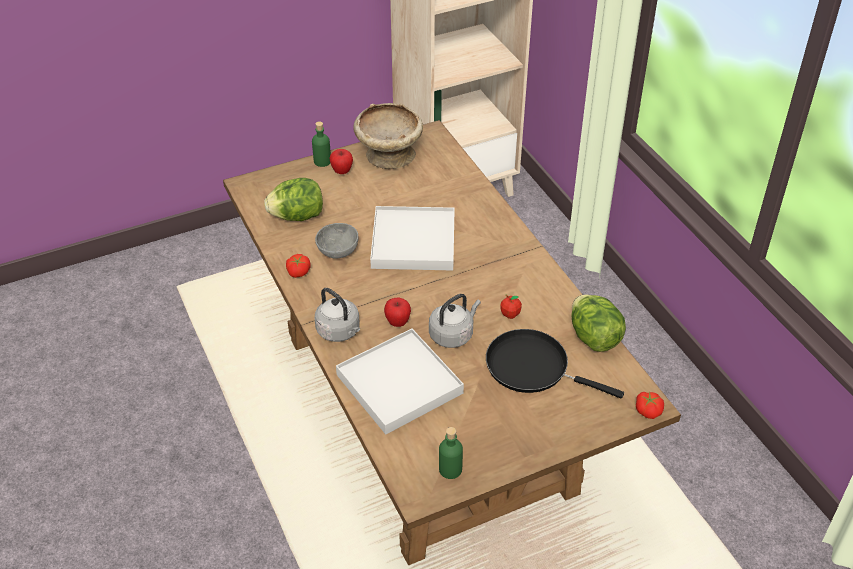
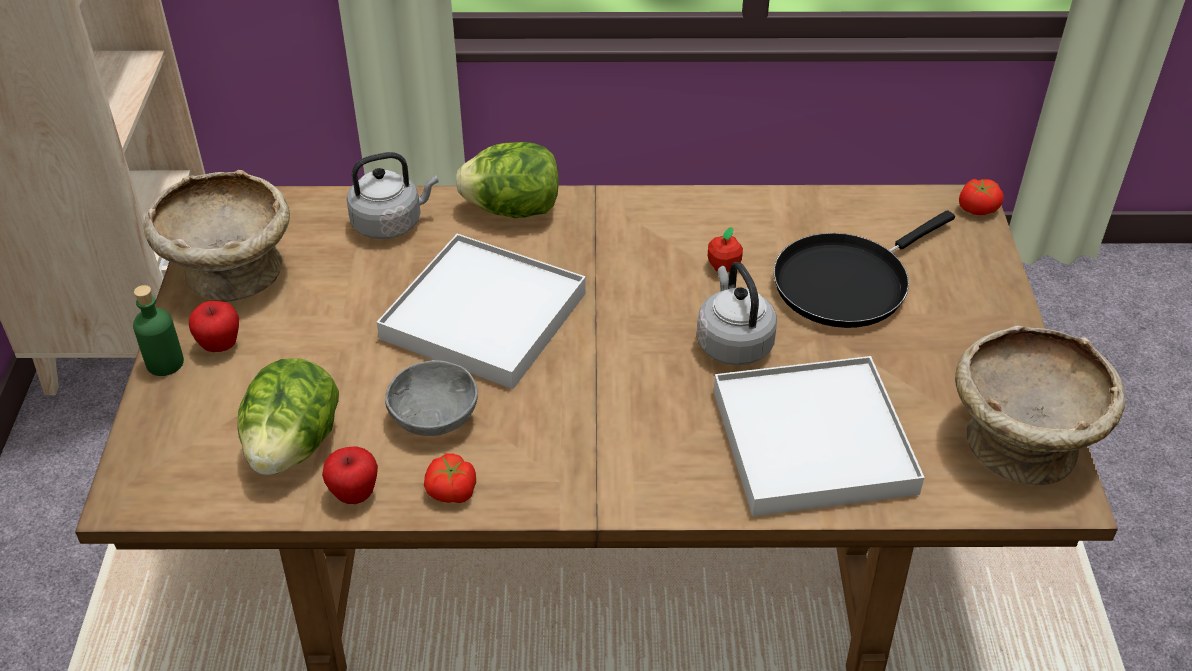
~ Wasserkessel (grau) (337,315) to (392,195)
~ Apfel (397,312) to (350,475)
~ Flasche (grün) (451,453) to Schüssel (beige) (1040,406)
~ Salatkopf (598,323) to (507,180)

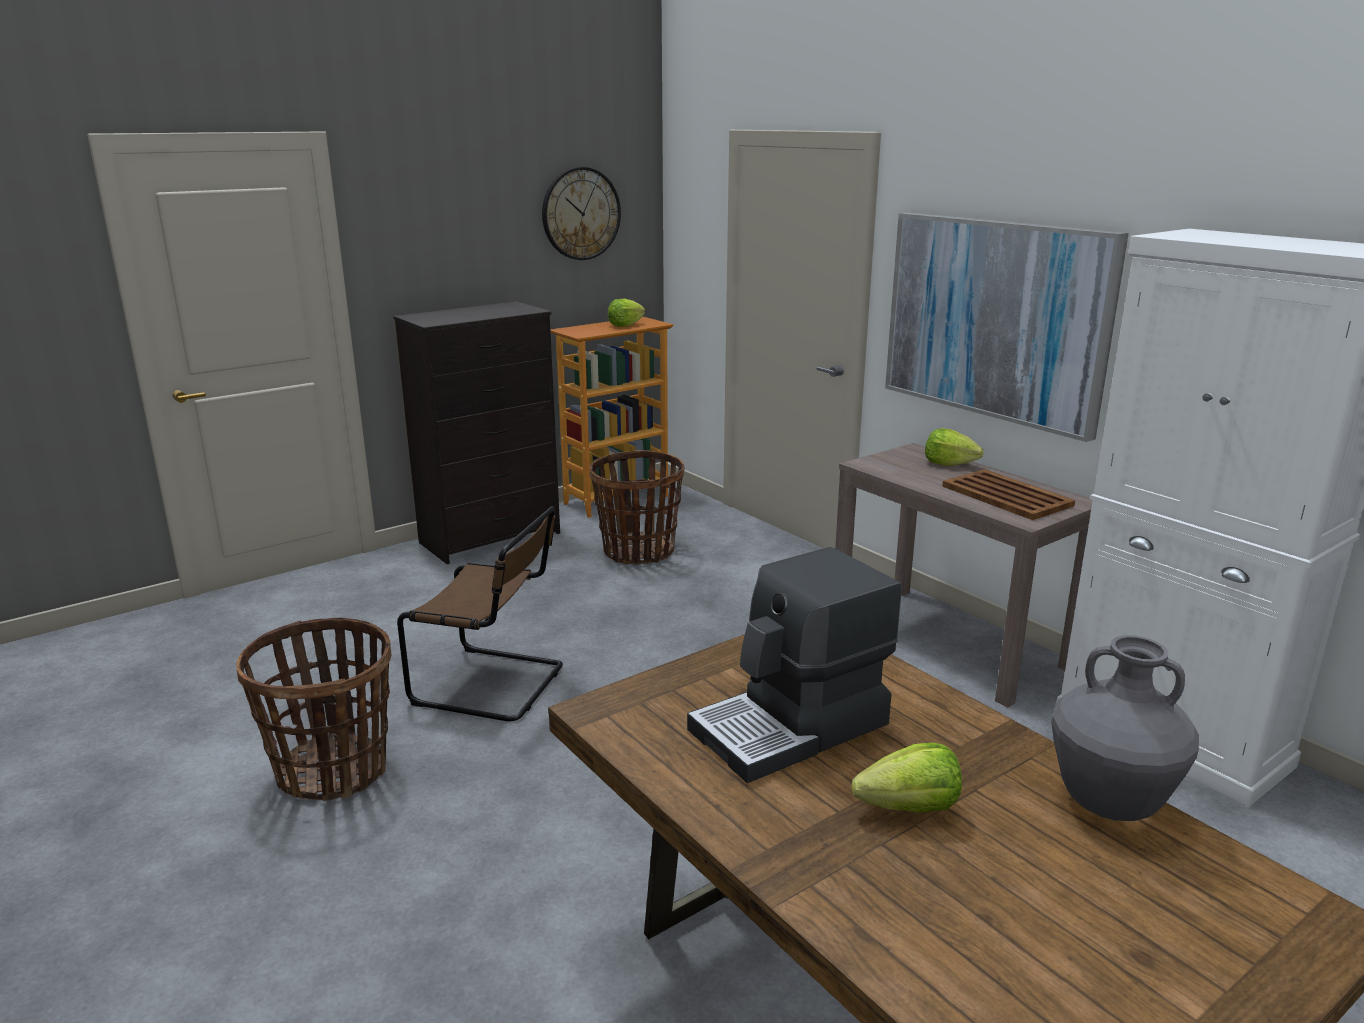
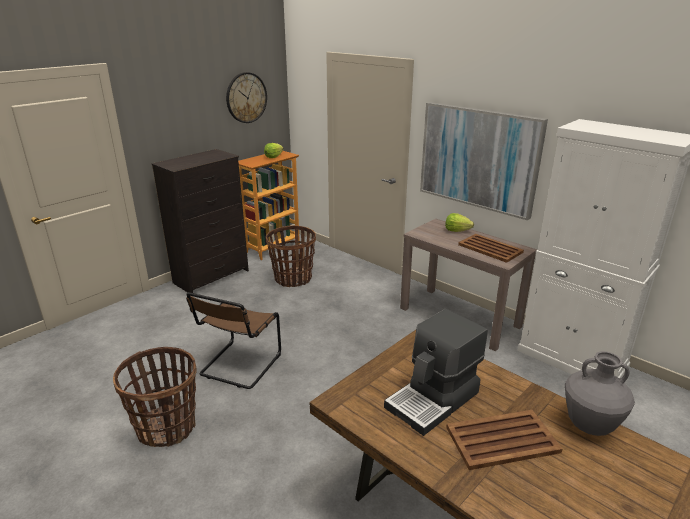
~ Stuhl (braun) (480,613) = (233,340) 105 degrees clockwise
~ Salatkopf (907,777) to Tablett (braun) (504,440)

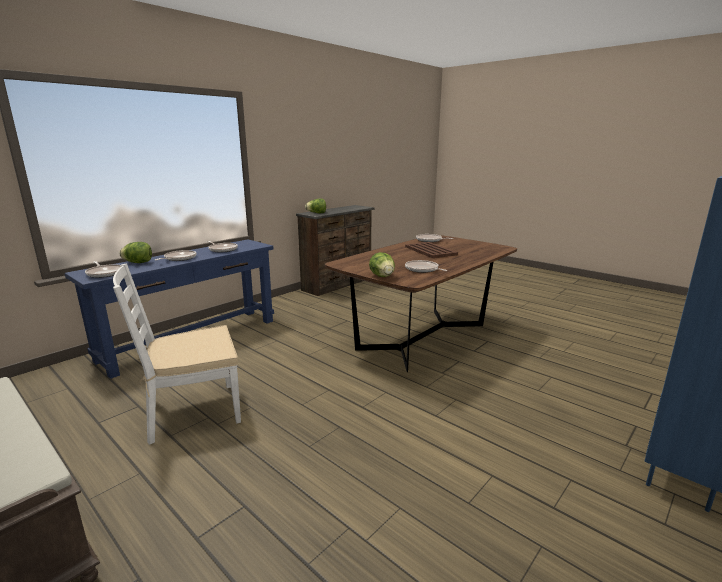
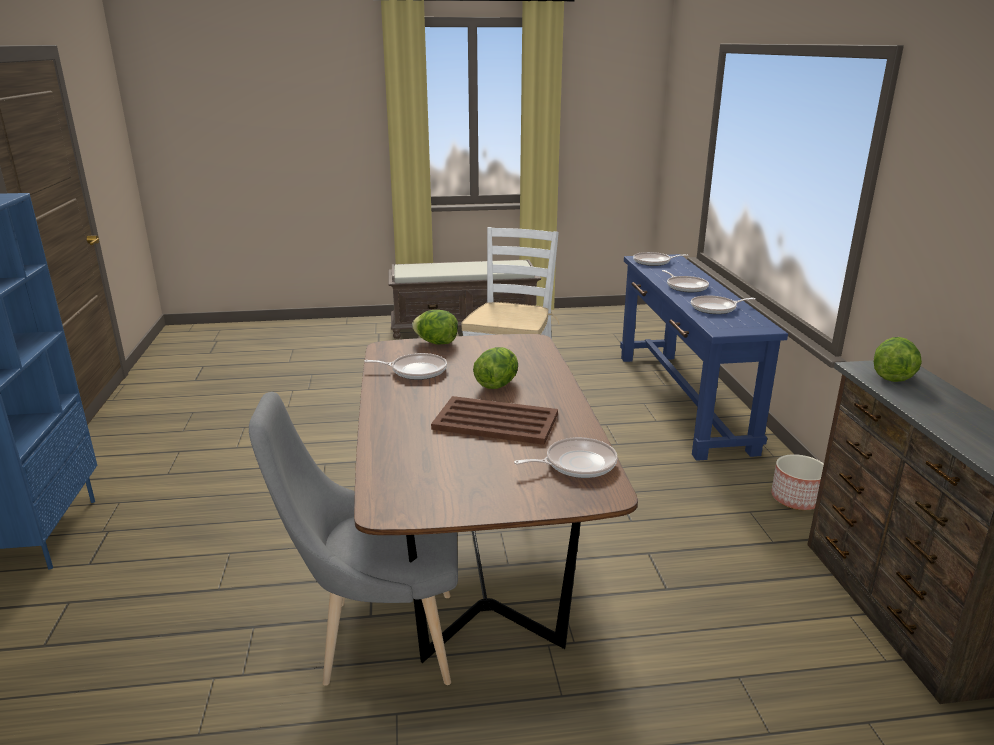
~ Salatkopf (135,252) to (495,368)
+ Stuhl (grau) (353,539)
+ Pflanzkübel (797,482)

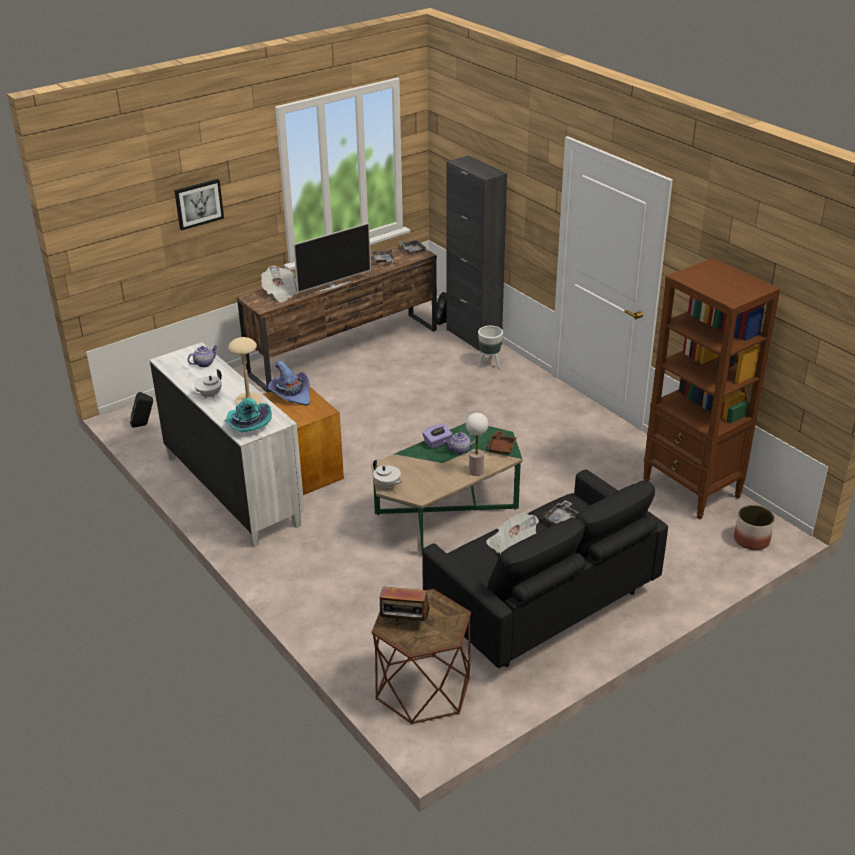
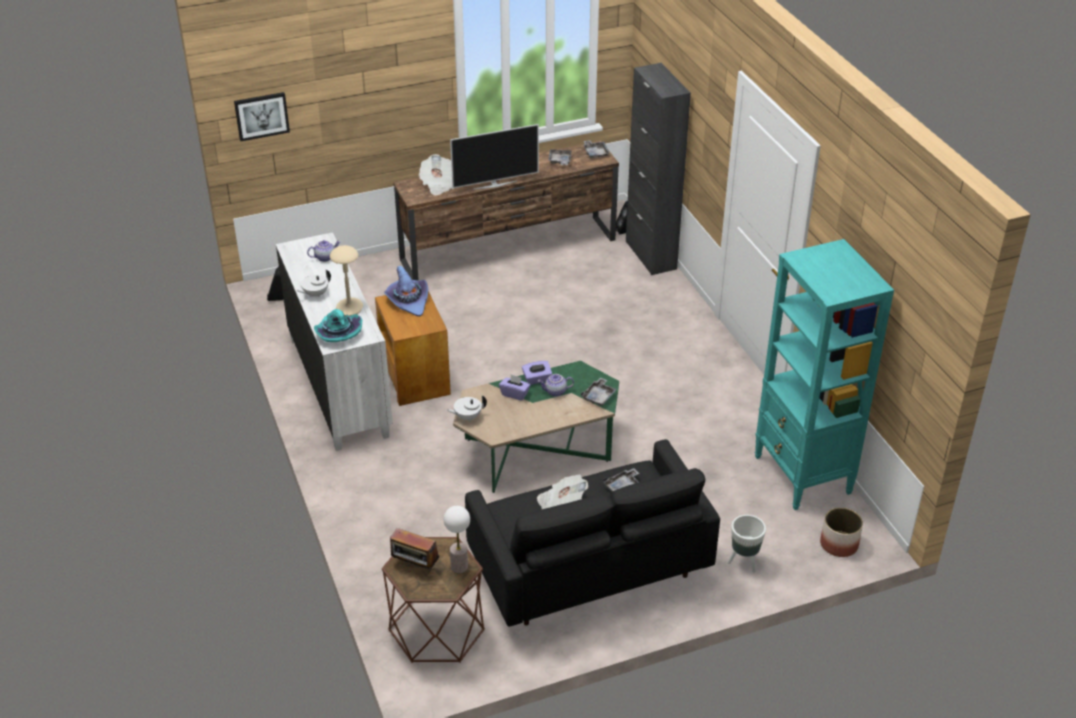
~ Bild (199,204) to (262,116)
~ Teekanne (weiß) (387,473) = (467,408) 105 degrees clockwise
~ Tischlampe (477,444) to (457,539)
~ Pflanzkübel (weiß) (490,347) to (747,544)
~ Tablett (braun) (502,442) to Tablett (grau) (599,391)
~ Bücherregal (braun) (711,388) to Bücherregal (türkis) (824,374)
+ Taschentuchbox (lila) (515,388)

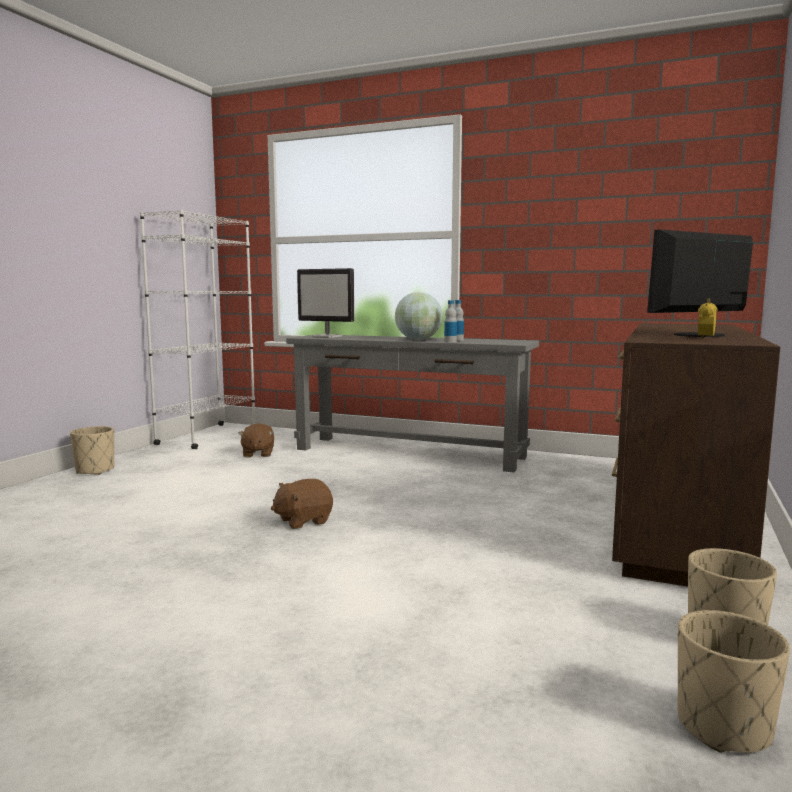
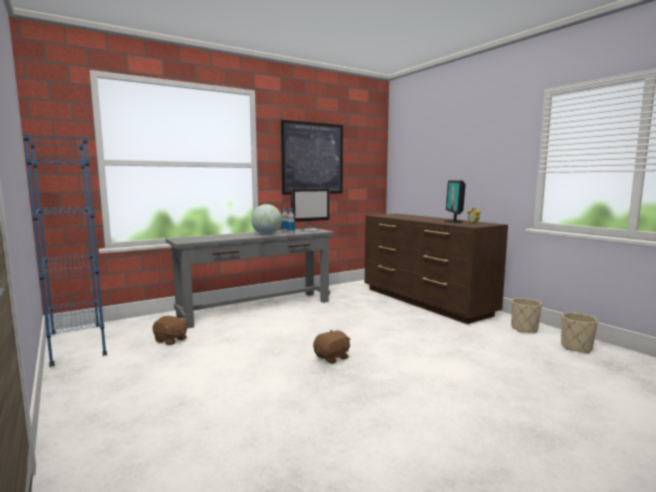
- Pflanzkübel (beige) (92,450)
~ Bücherregal (weiß) (197,329) to Bücherregal (blau) (65,250)
~ Plüschtier (braun) (302,504) = (331,347) 135 degrees counterclockwise
~ Monitor (325,303) to (310,210)
+ Bild (312,157)

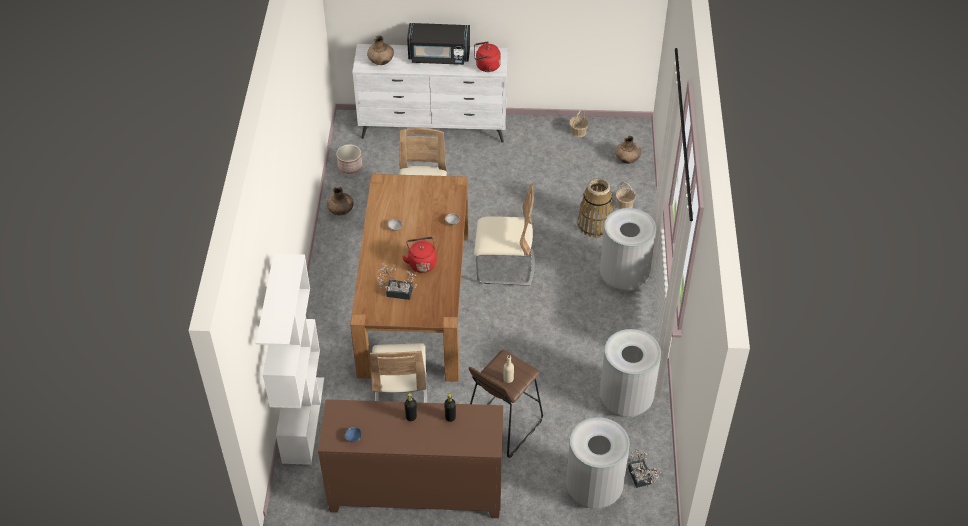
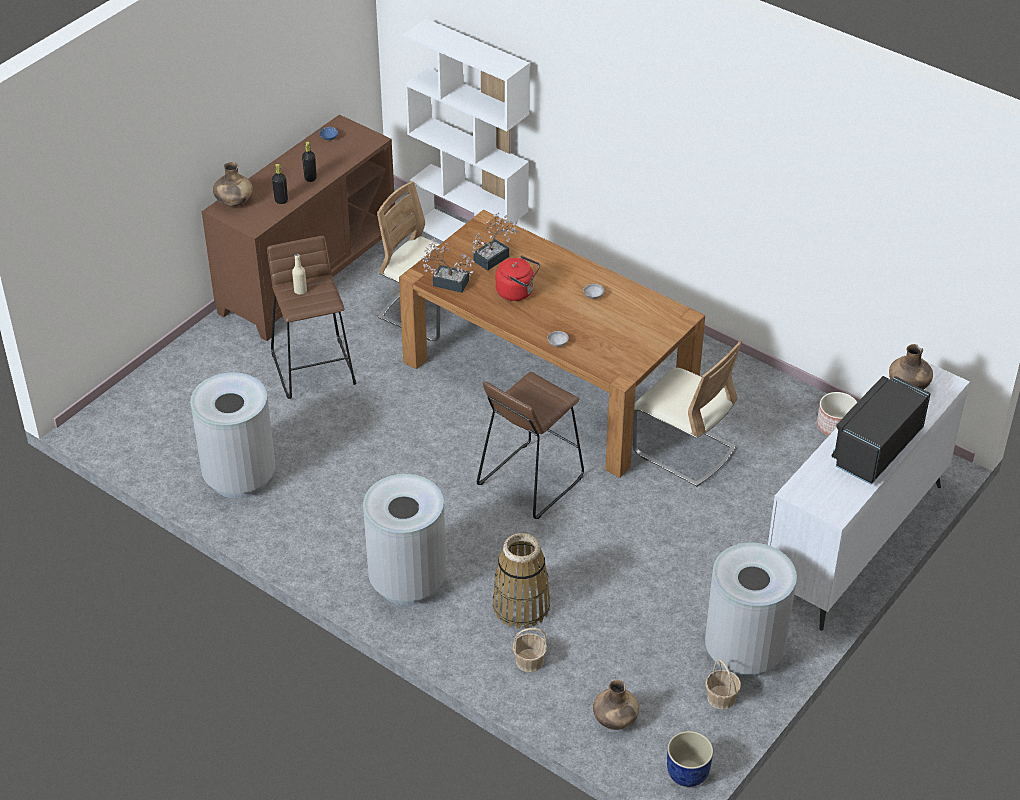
~ Vase (braun) (340,201) to (233,184)
- Wasserkessel (rot) (487,56)
~ Stuhl (beige) (504,234) to Hocker (braun) (530,445)
~ Mülleimer (grau) (598,463) to (751,610)
~ Topfpflanze (644,468) to (447,265)
+ Pflanzkübel (blau) (690,759)

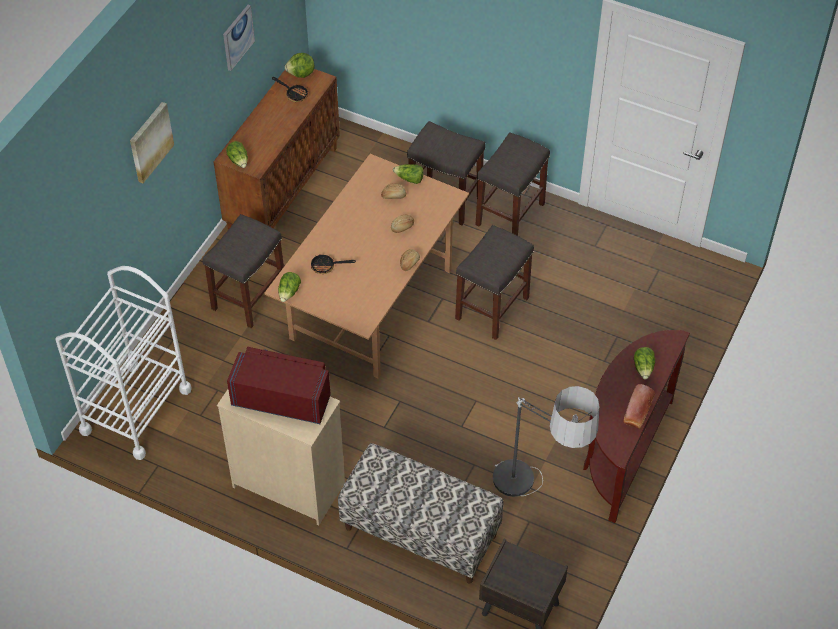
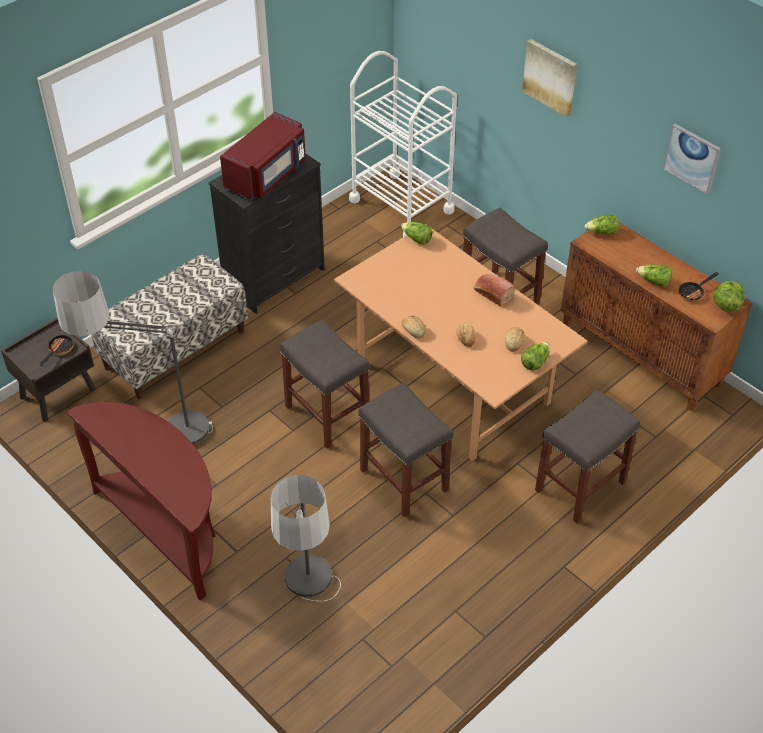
~ Kommode (beige) (281,457) to Kommode (schwarz) (267,233)
~ Pfanne (333,262) to (56,349)
~ Hocker (grau) (512,184) to (325,384)
~ Brot (639,406) to (494,290)
~ Salatkopf (644,363) to (654,275)
+ Stehlampe (306,538)

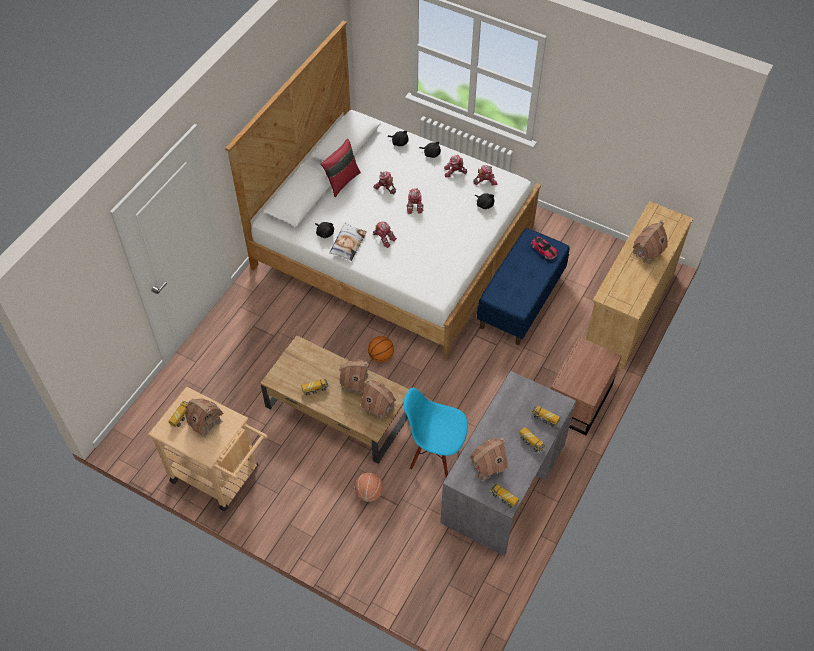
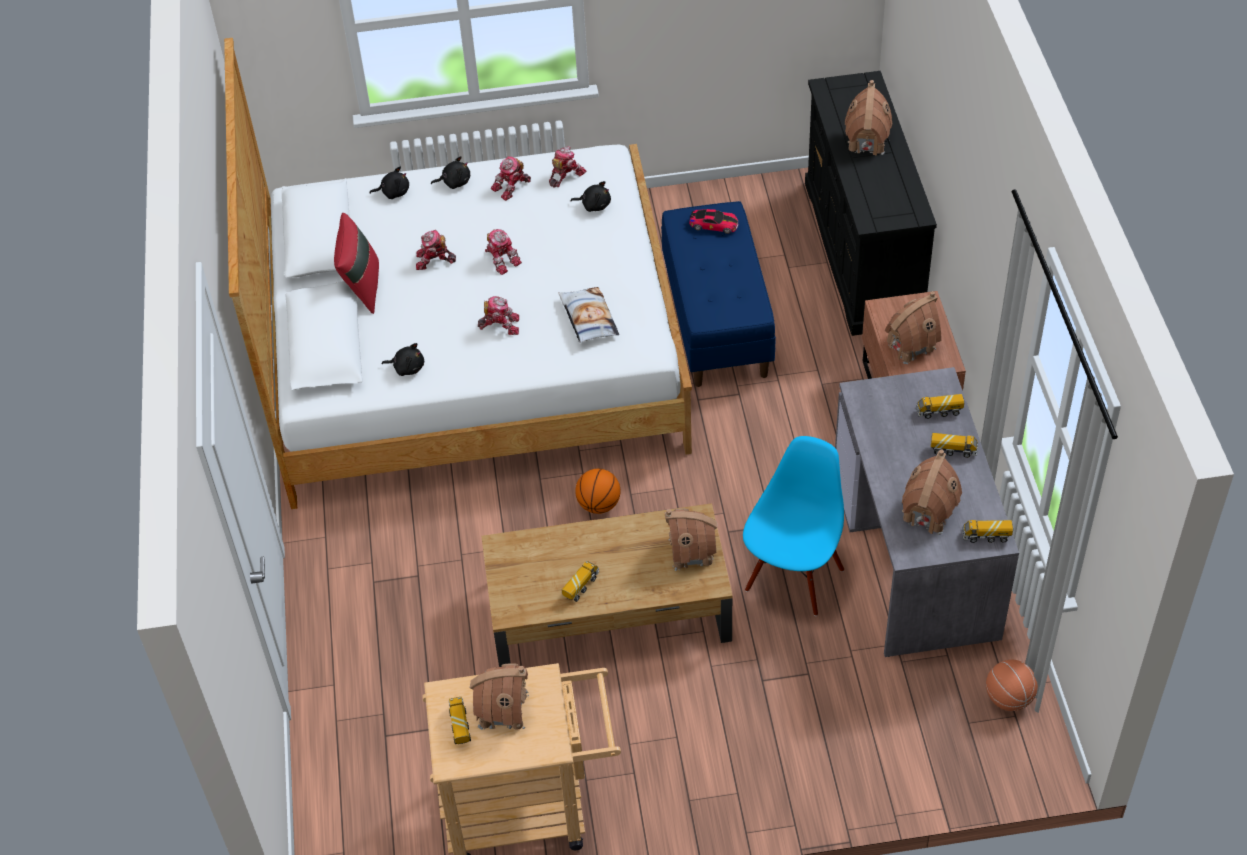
~ Kissen (348,242) to (588,315)
~ Spielzeughaus (354,376) to (913,327)
~ Basketball (369,487) to (1012,685)
~ Stuhl (blau) (435,432) = (793,526) 135 degrees clockwise
~ Kommode (beige) (639,285) to Kommode (schwarz) (871,203)

